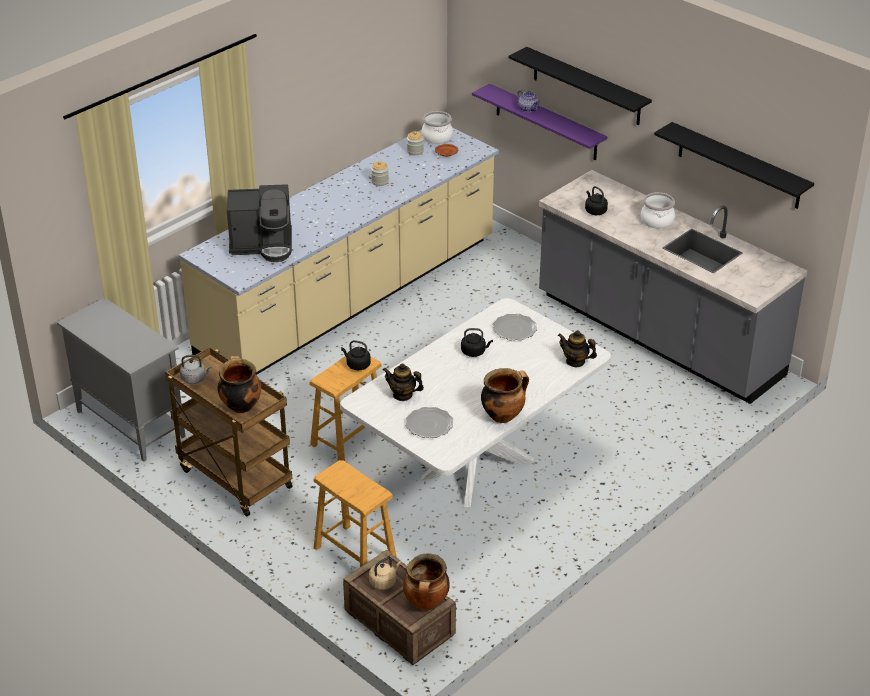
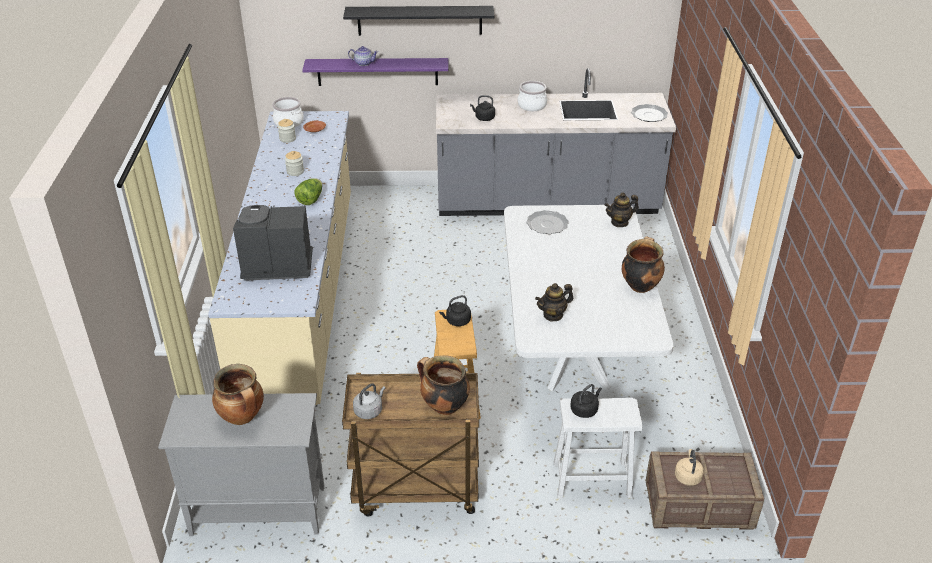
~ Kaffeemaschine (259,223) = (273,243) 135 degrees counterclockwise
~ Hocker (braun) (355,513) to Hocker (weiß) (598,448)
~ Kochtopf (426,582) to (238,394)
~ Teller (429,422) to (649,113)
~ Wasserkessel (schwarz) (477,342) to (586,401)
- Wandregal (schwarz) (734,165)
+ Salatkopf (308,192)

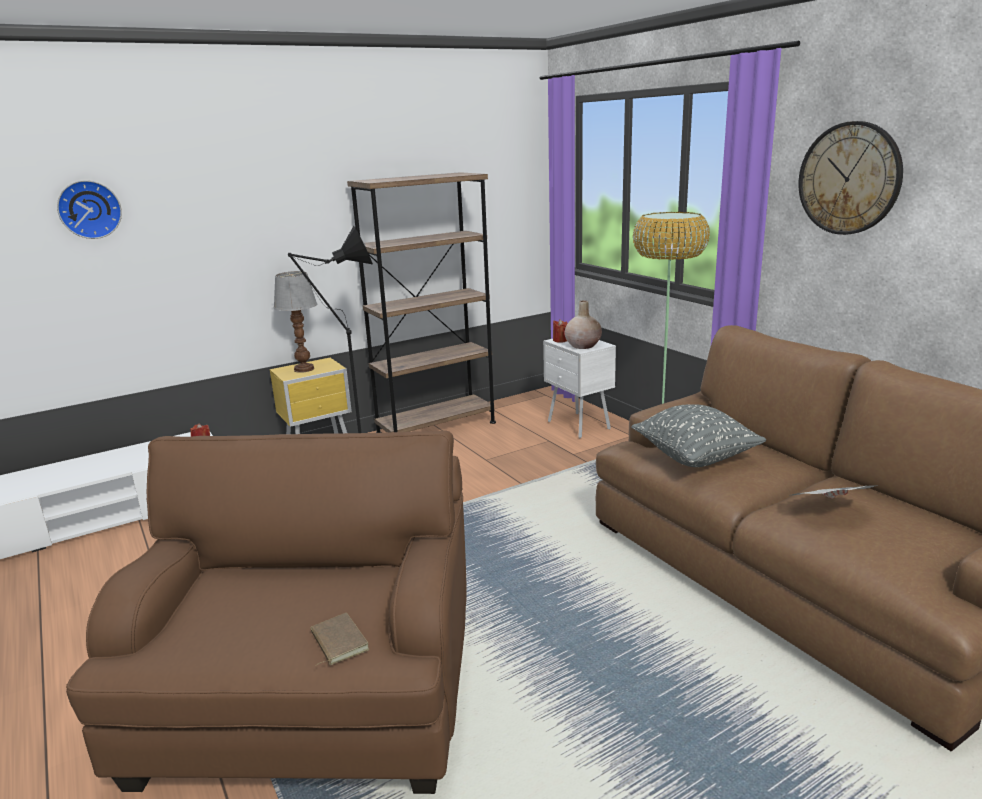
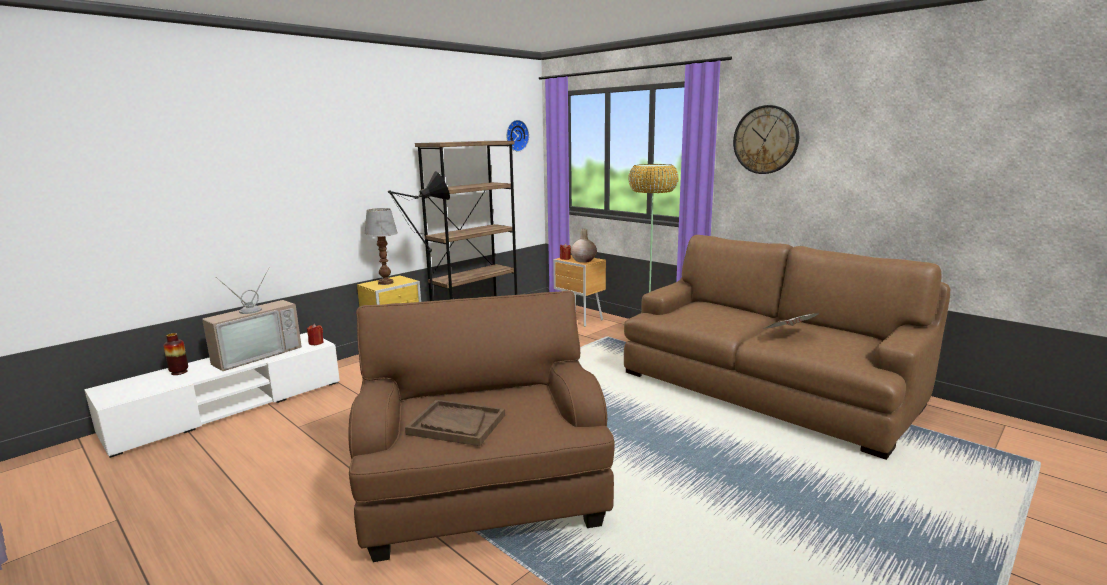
~ Wanduhr (89,209) to (517,136)
- Buch (braun) (339,639)
~ Nachttisch (weiß) (579,388) to Nachttisch (braun) (579,291)
- Kissen (grau) (698,435)
+ Vase (175,354)
+ Fernseher (252,319)
+ Tablett (braun) (455,423)

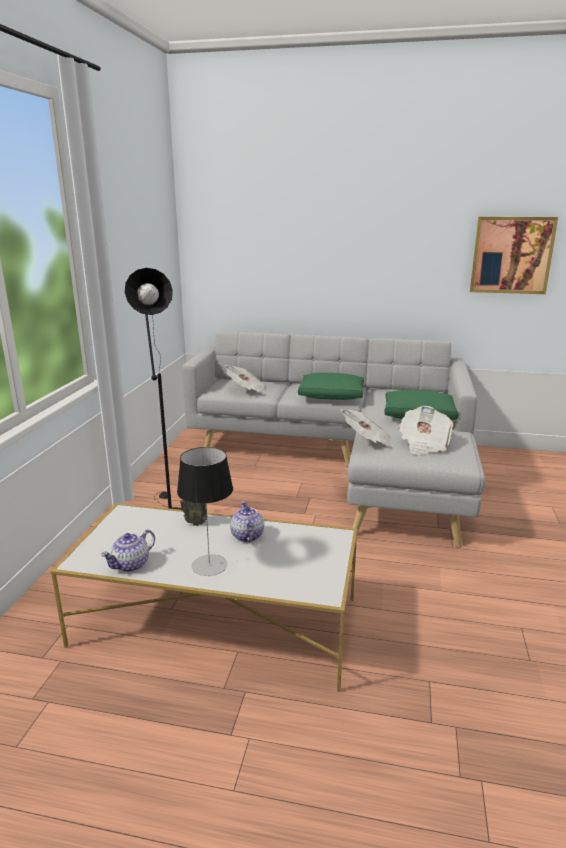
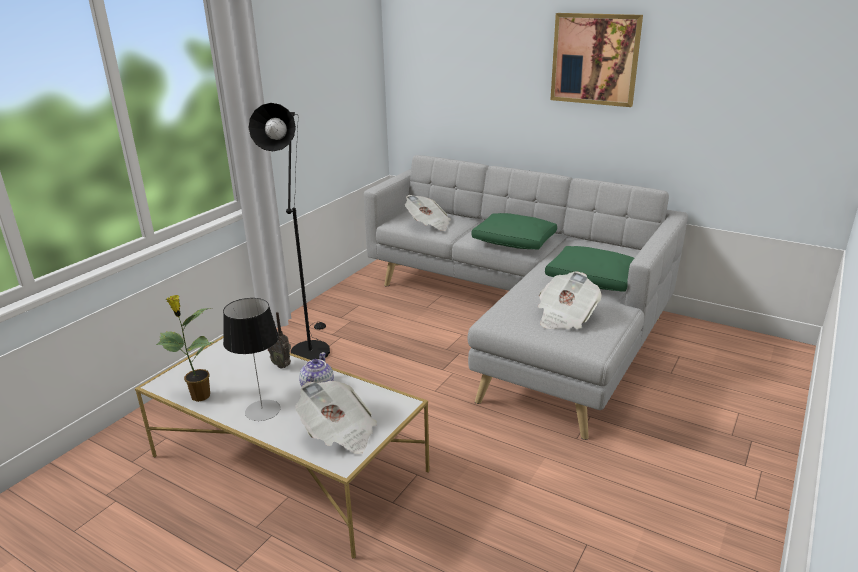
~ Teekanne (128,551) to Topfpflanze (186,348)
~ Zeitung (367,428) to (336,417)
~ Bild (514,255) to (597,60)

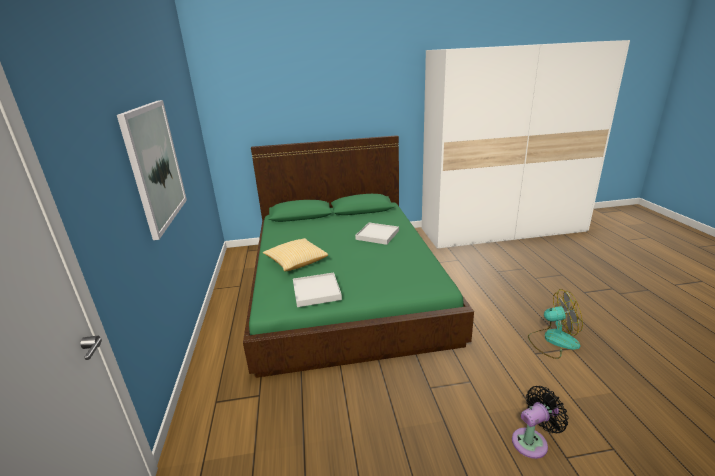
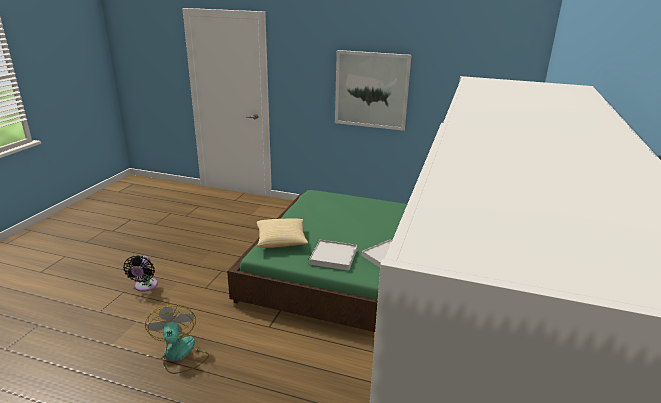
~ Kissen (295,254) to (282,233)
~ Tablett (weiß) (317,289) to (333,255)
~ Ventilator (555,324) = (177,339) 135 degrees clockwise

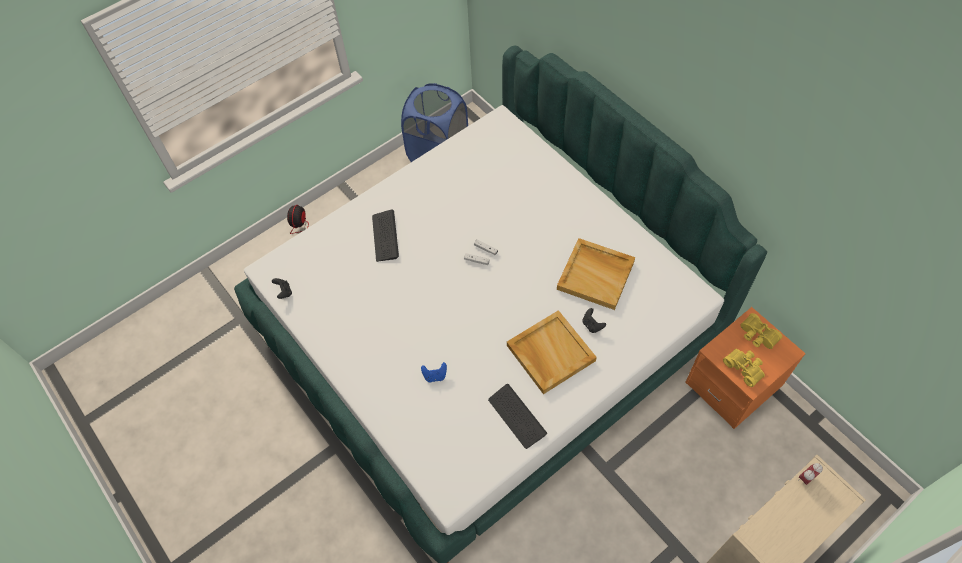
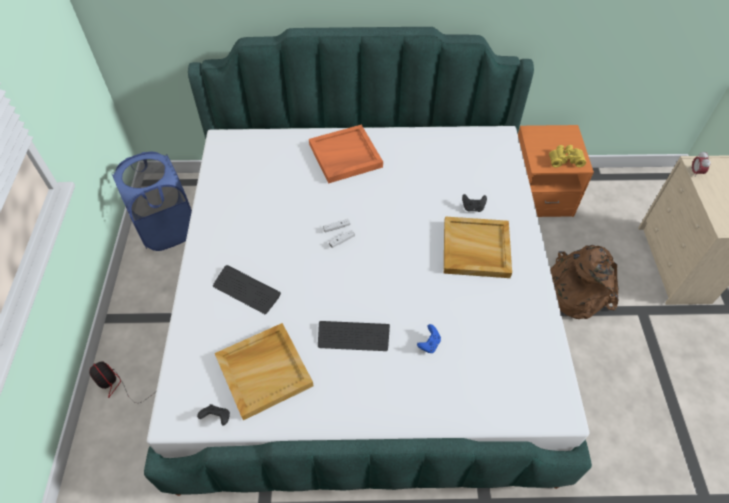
~ Tastatur (517,416) to (354,336)
~ Tablett (beige) (596,274) to (264,371)
- Fernglas (gelb) (761,331)
+ Tablett (orange) (346,154)
+ Rucksack (braun) (584,282)

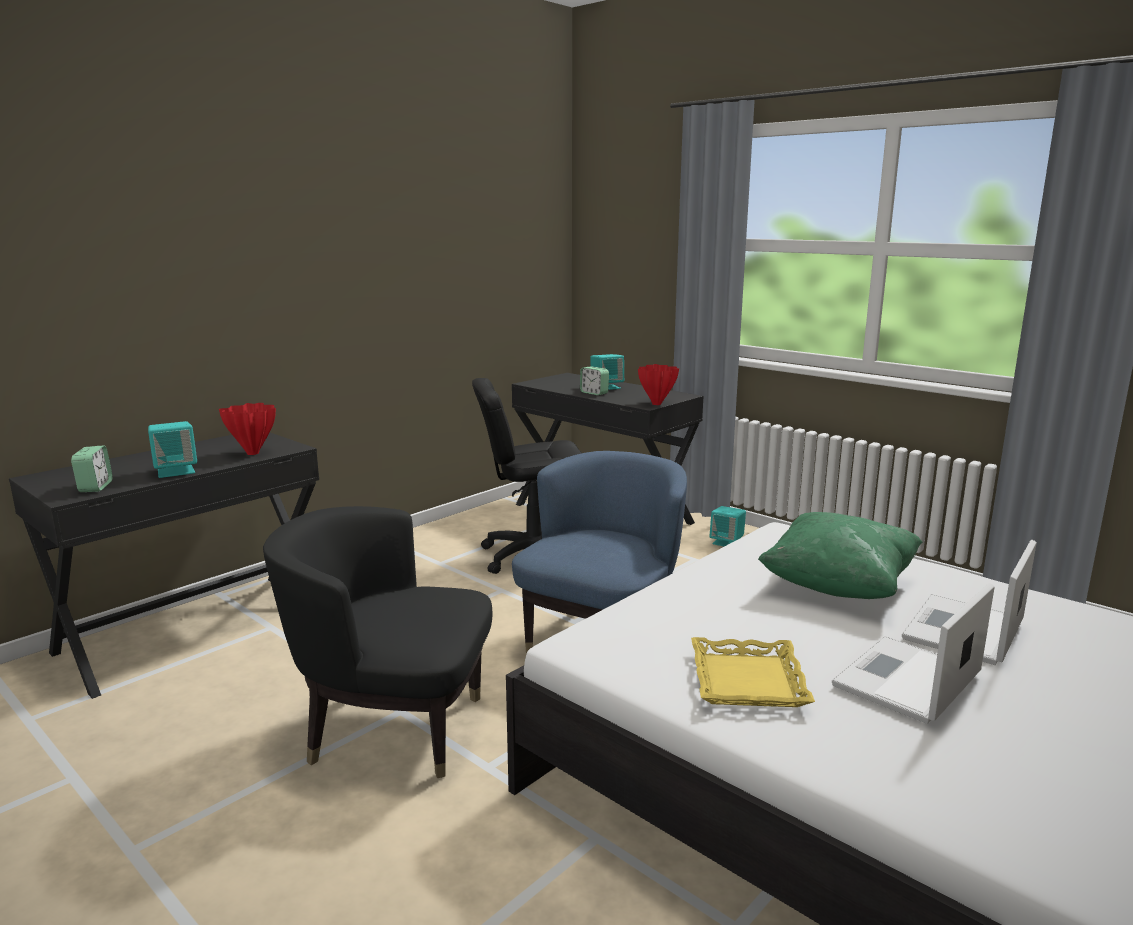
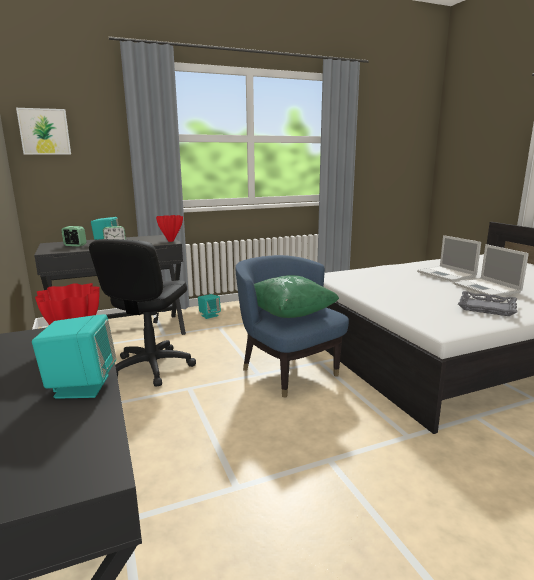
~ Wecker (92,469) to (74,236)
- Sessel (schwarz) (377,642)
~ Tablett (gelb) (753,672) to Tablett (grau) (487,303)
~ Kissen (grün) (840,555) to (296,296)
+ Bild (43,131)

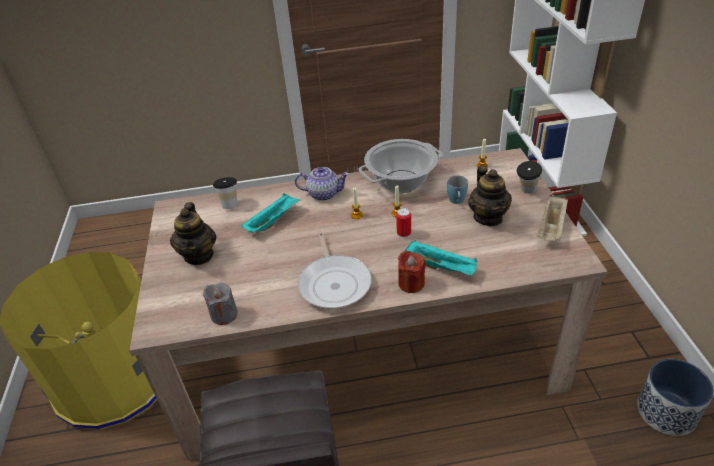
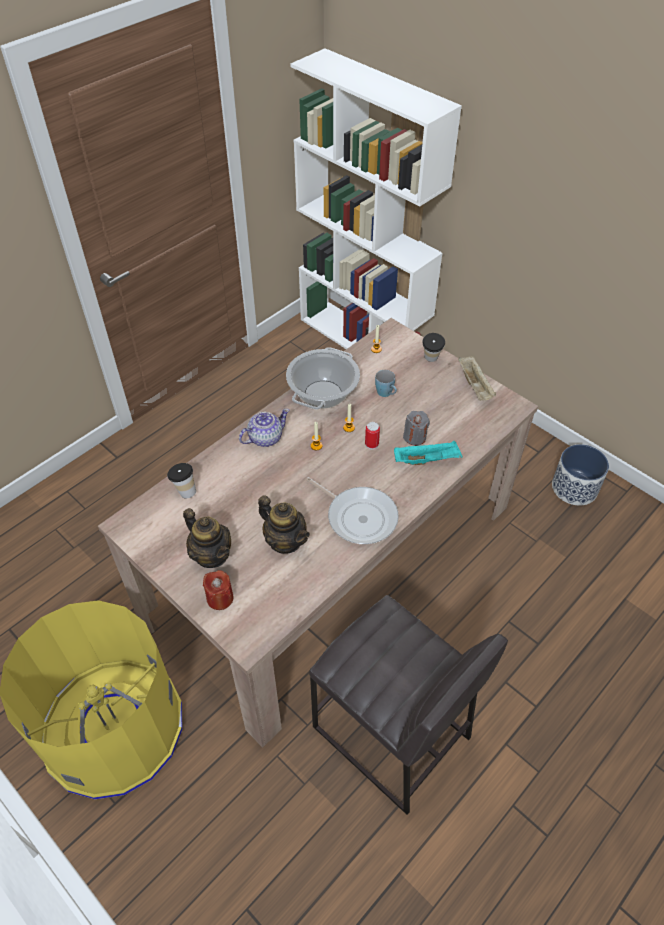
~ Kerze (grau) (220,303) to (416,428)
- Tablett (türkis) (271,213)
~ Kerze (rot) (411,272) to (218,590)
~ Teekanne (490,195) to (284,524)

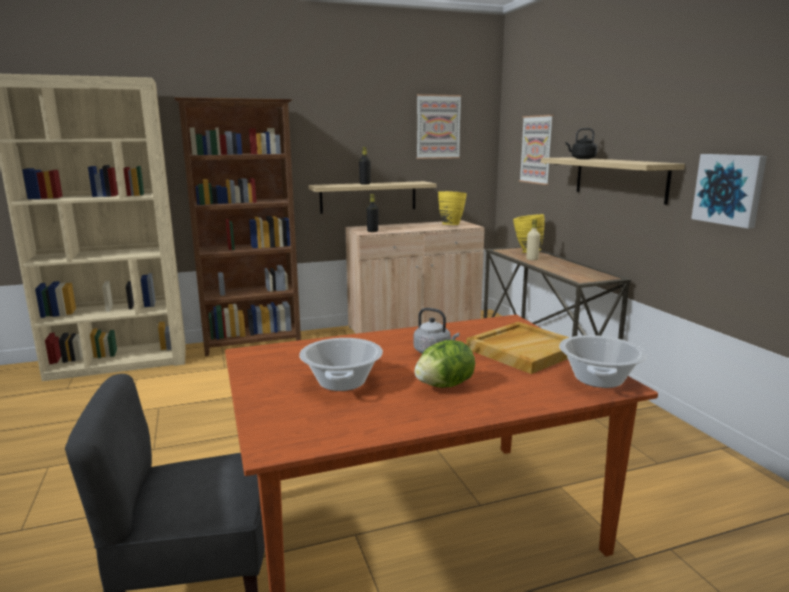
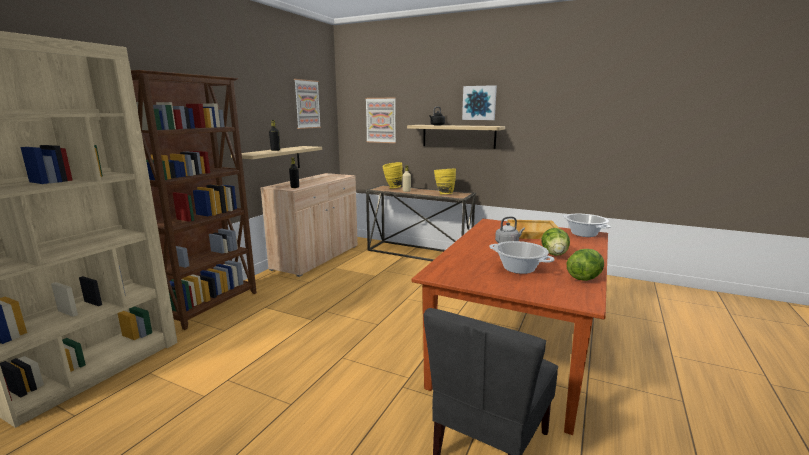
~ Vase (gelb) (452,208) to (445,181)
~ Bild (729,191) to (479,102)
+ Salatkopf (585,265)

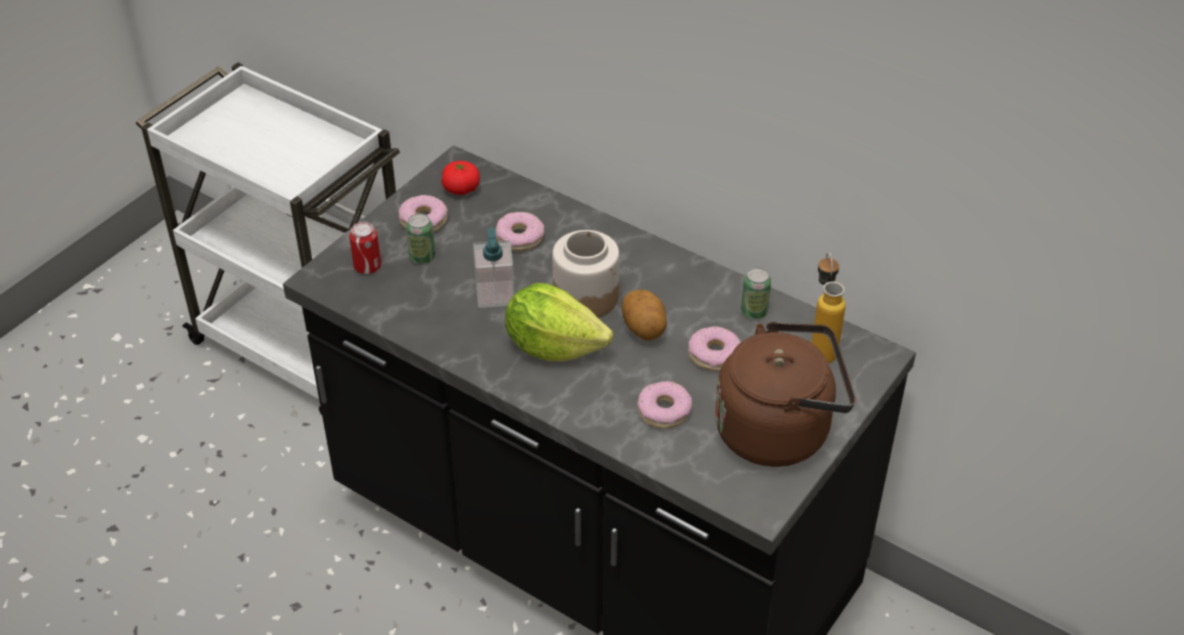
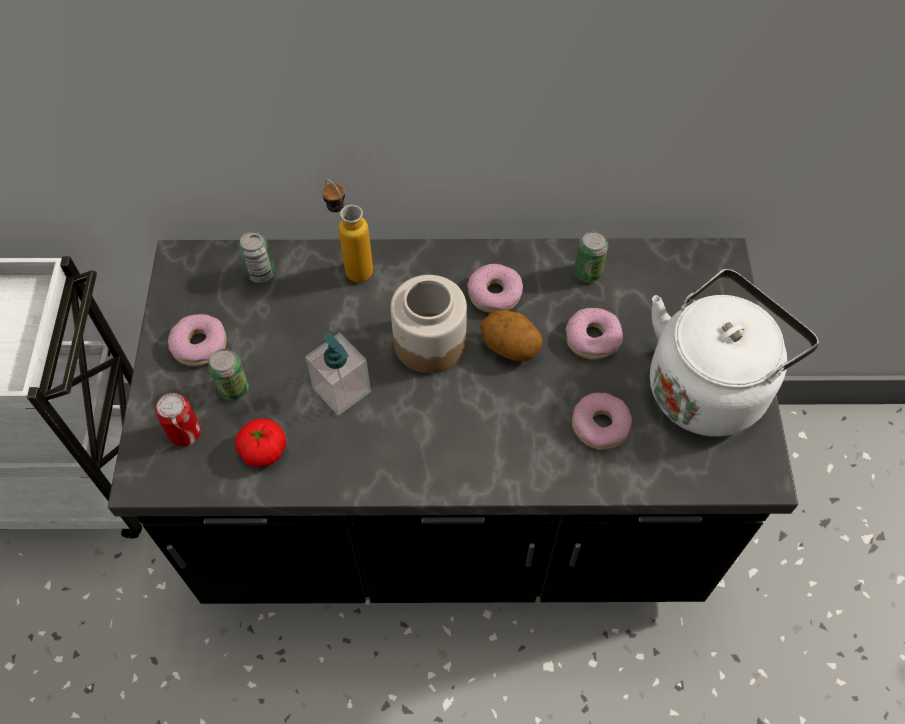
~ Tomate (460,178) to (261,442)
~ Donut (519,231) to (495,288)
- Salatkopf (559,322)
~ Wasserkessel (braun) (785,394) to Wasserkessel (weiß) (734,352)
~ Flasche (829,307) to (347,231)
+ Dose (257,257)

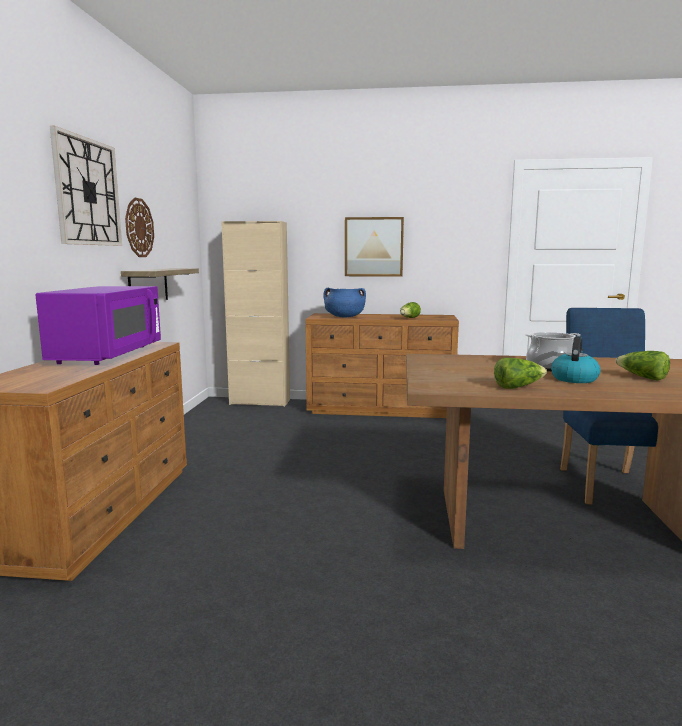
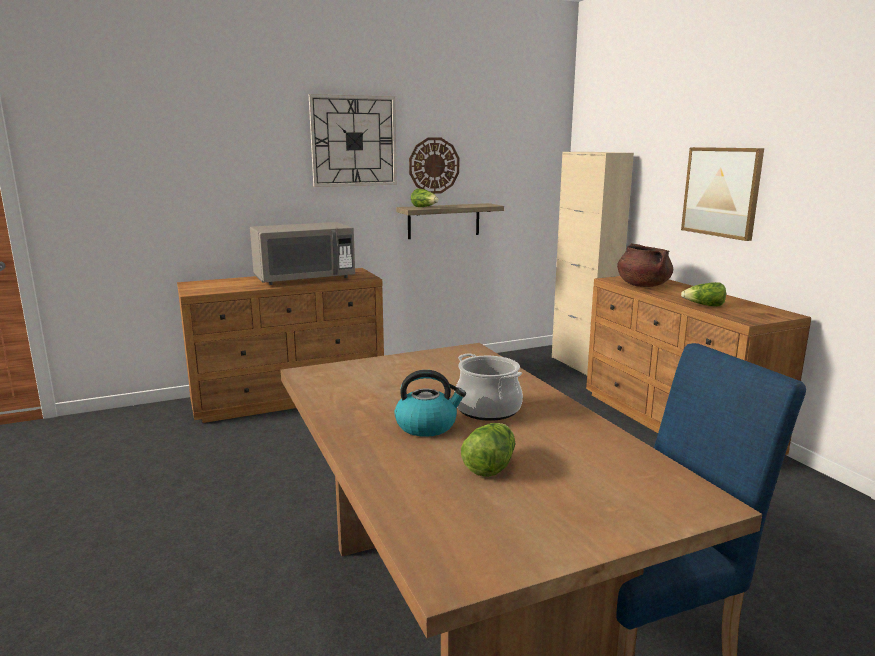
~ Mikrowelle (lila) (98,325) to Mikrowelle (grau) (302,253)
~ Kochtopf (blau) (344,302) to Kochtopf (braun) (645,265)
~ Salatkopf (520,373) to (425,198)

